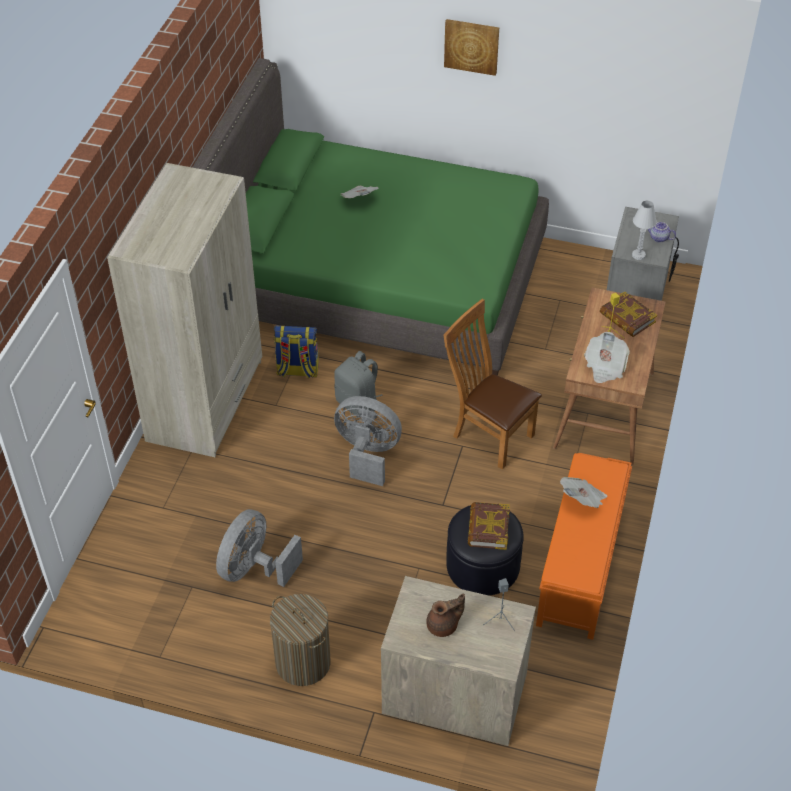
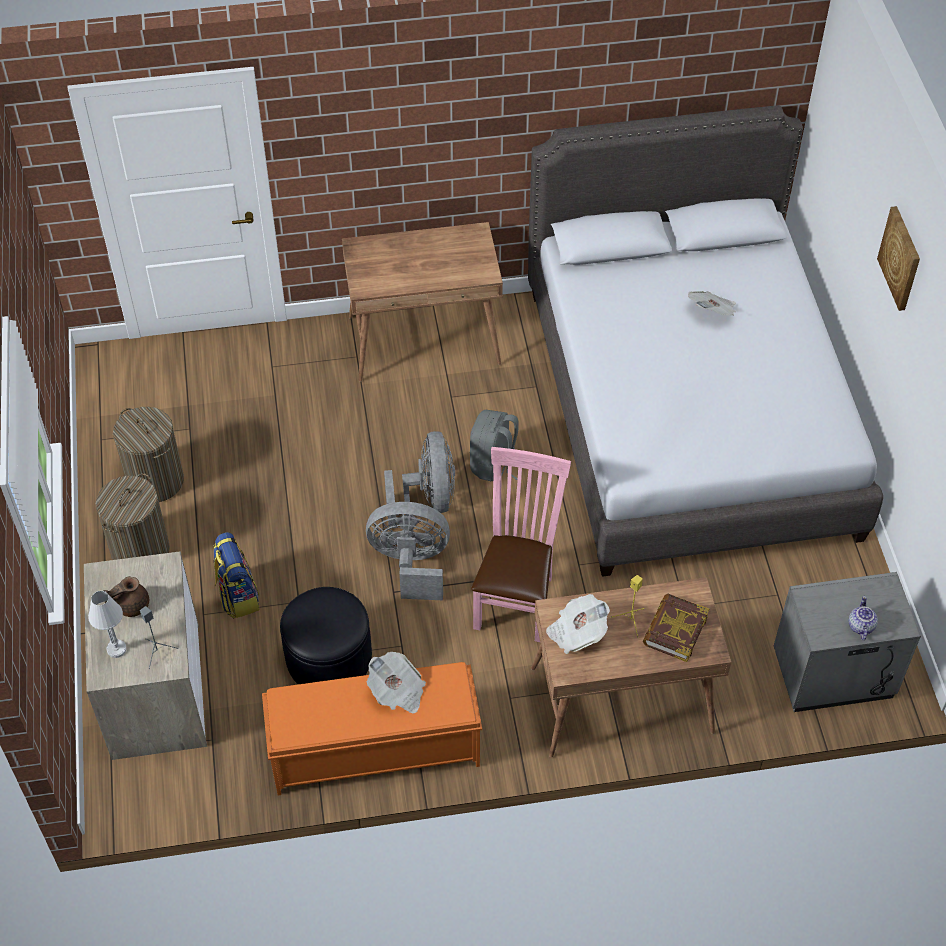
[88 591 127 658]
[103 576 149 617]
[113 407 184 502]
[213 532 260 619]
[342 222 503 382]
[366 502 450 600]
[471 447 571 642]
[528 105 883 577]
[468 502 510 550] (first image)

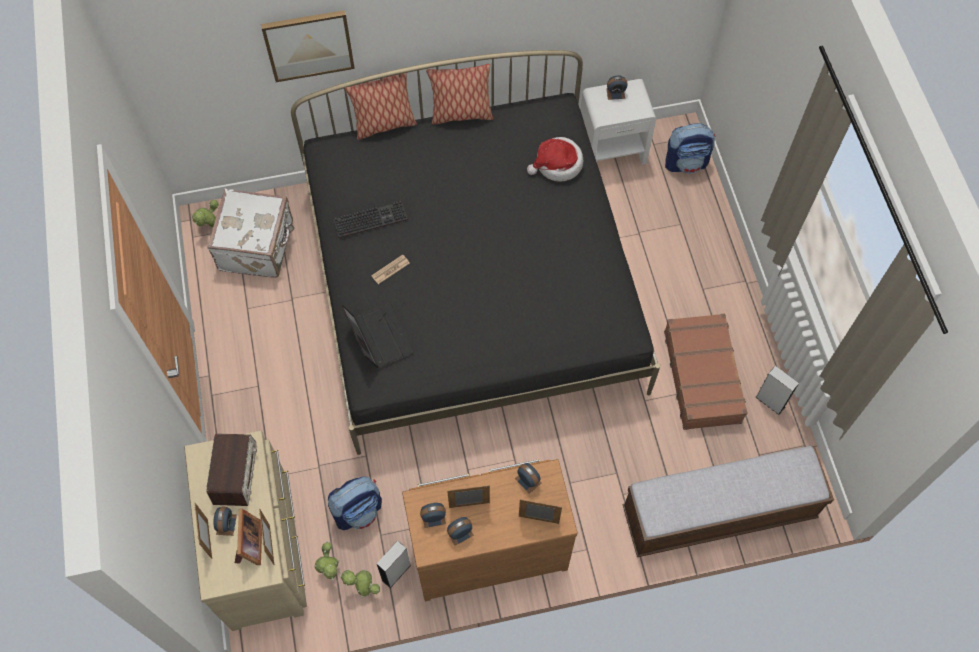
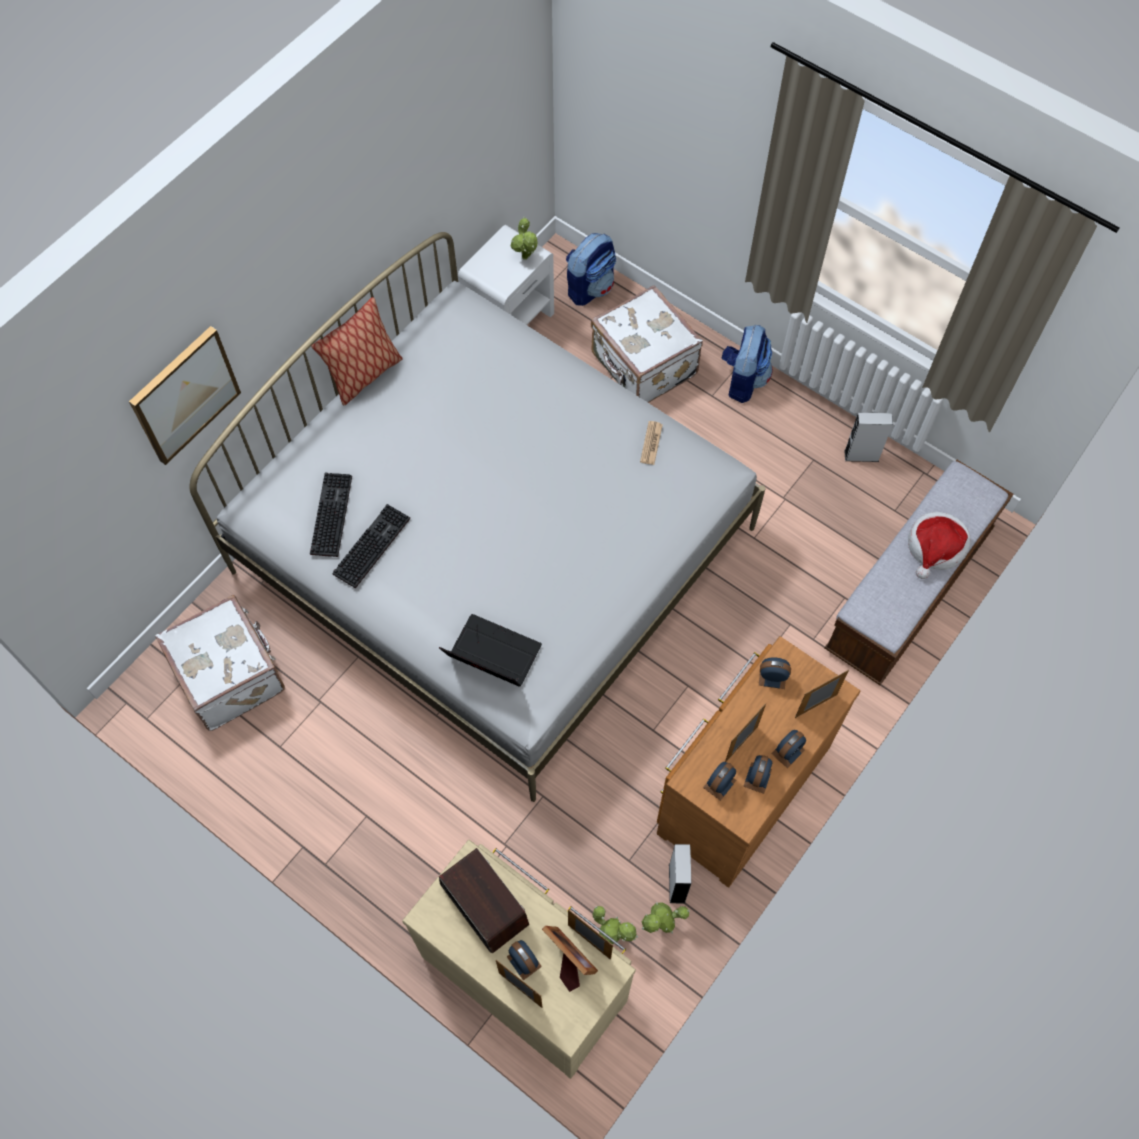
[189 232 765 802]
[310 472 352 557]
[510 217 538 260]
[591 285 703 403]
[640 421 663 465]
[722 325 773 403]
[771 730 806 768]
[908 512 971 579]
[345 73 417 140] (first image)
[664 314 748 430] (first image)

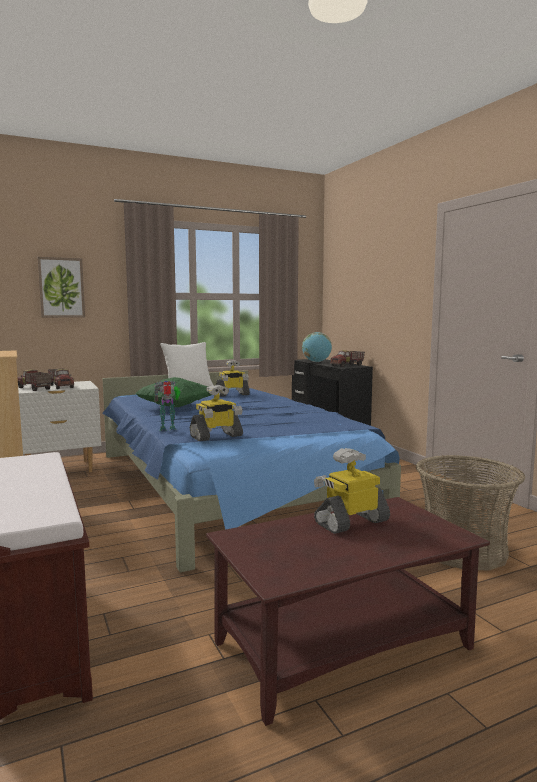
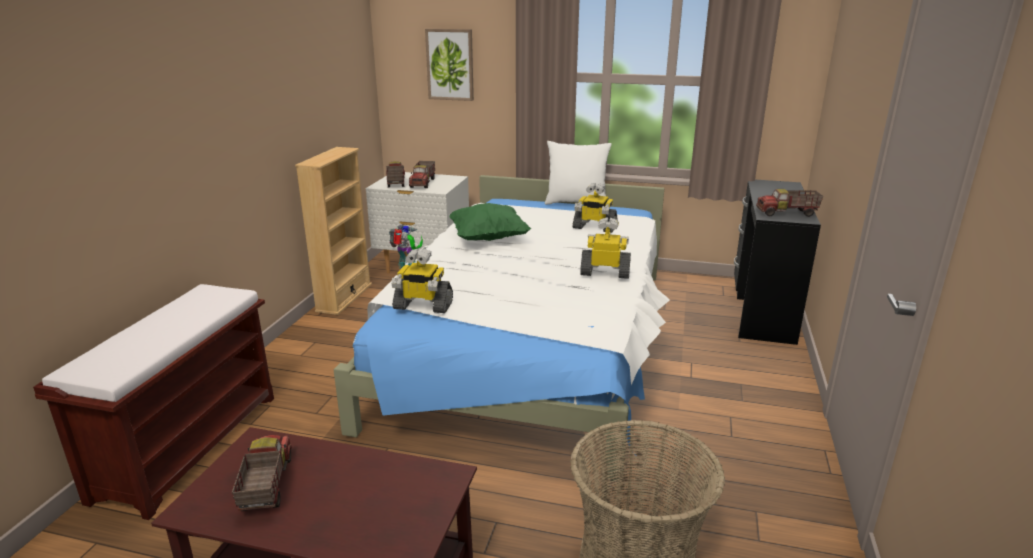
[232 435 292 511]
[334 175 670 481]
[580 217 631 279]
[302 332 332 362] (first image)

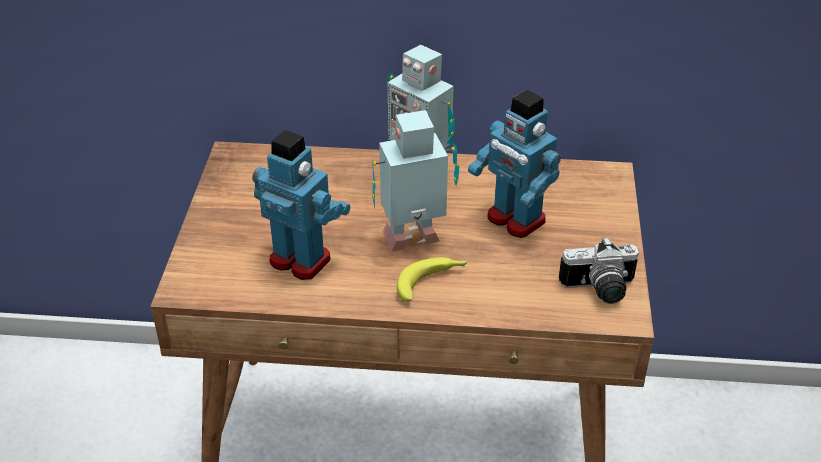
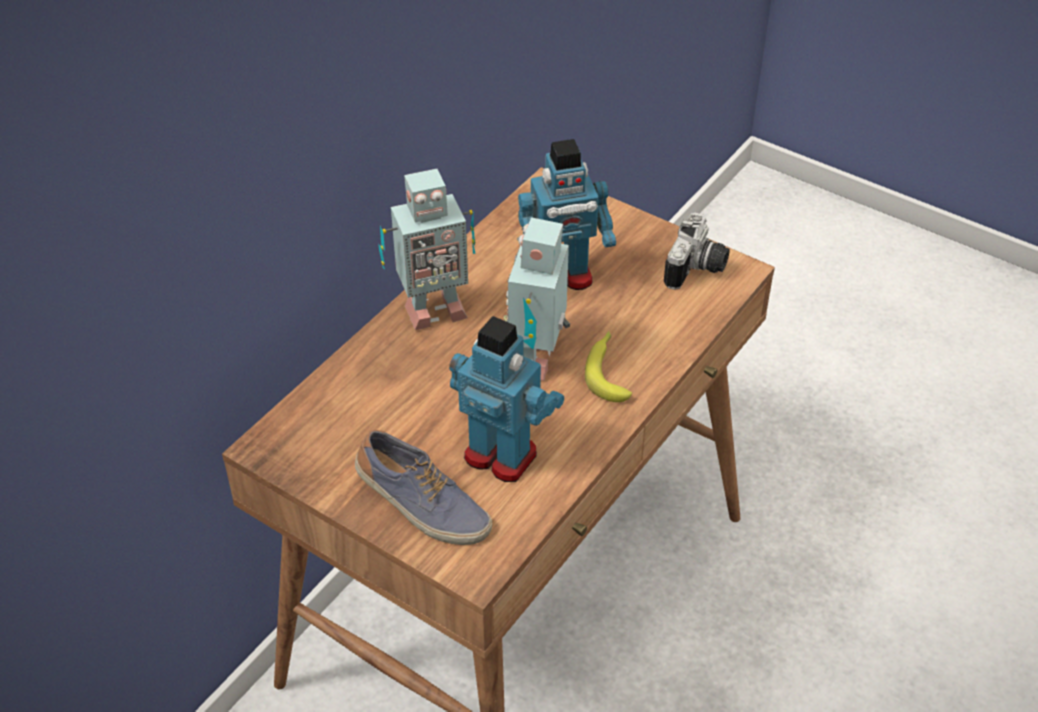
[355 430 492 545]
[449 316 564 482]

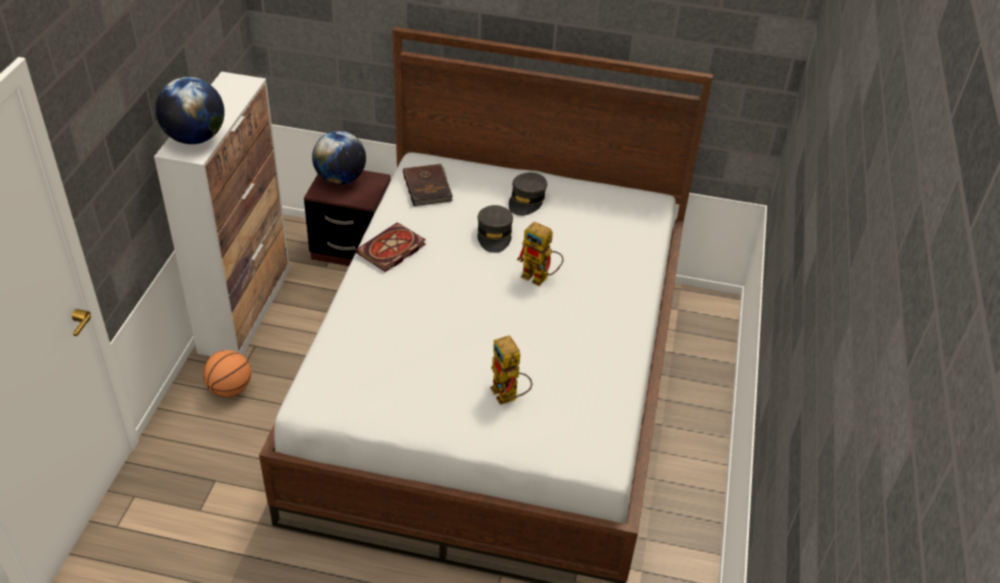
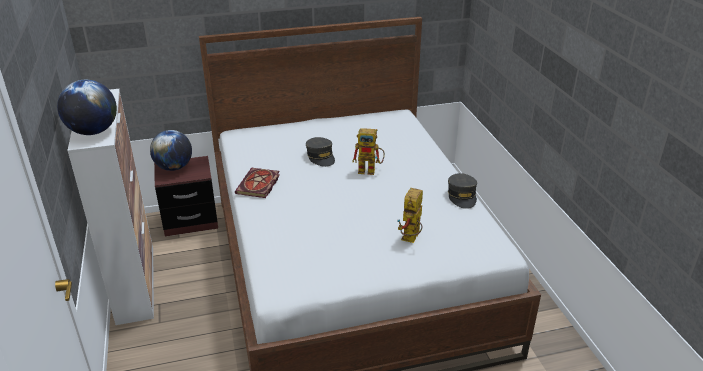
[397 188 423 243]
[448 173 477 209]
[203 350 251 397] (first image)
[403 164 453 206] (first image)

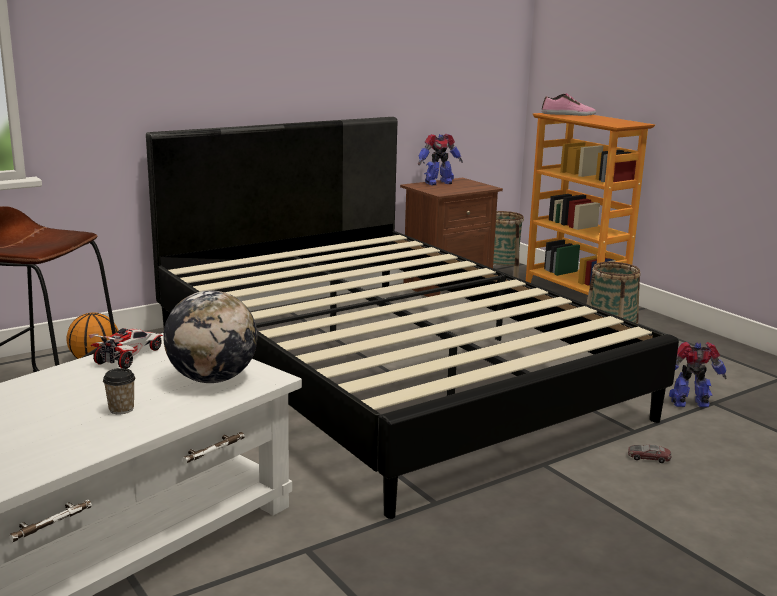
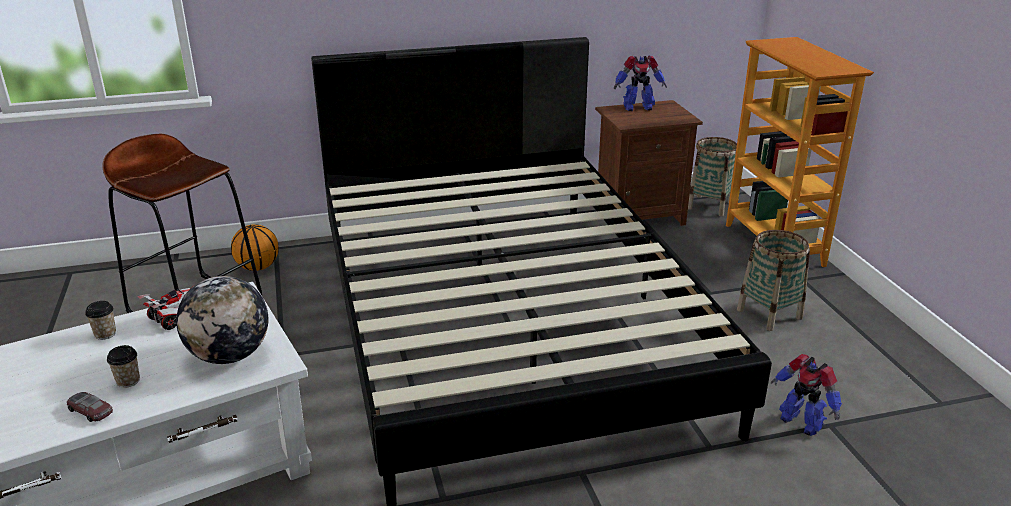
[67 392 113 422]
[85 301 116 340]
[770 354 842 436]
[542 94 596 116] (first image)

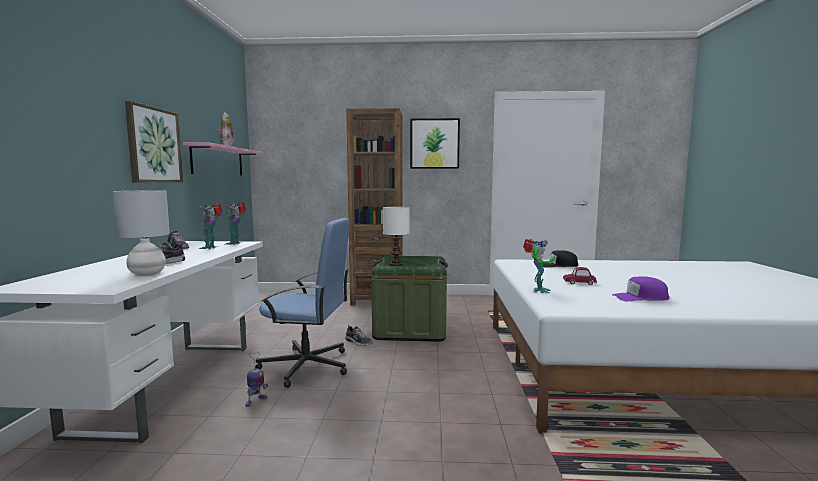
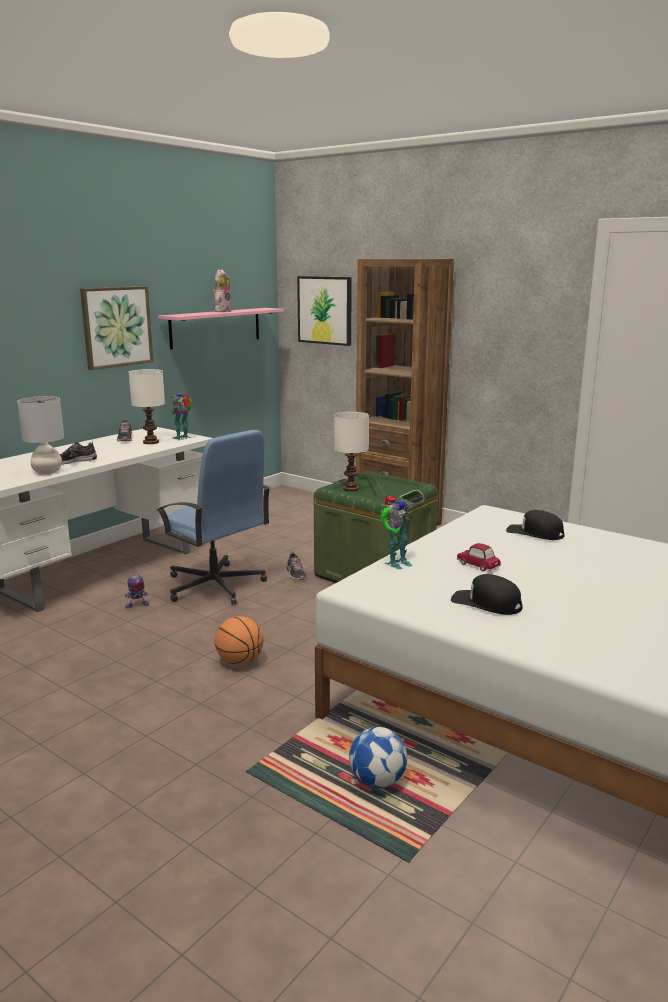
[129 369 165 444]
[215 616 264 665]
[297 276 352 346]
[349 727 407 788]
[451 574 523 615]

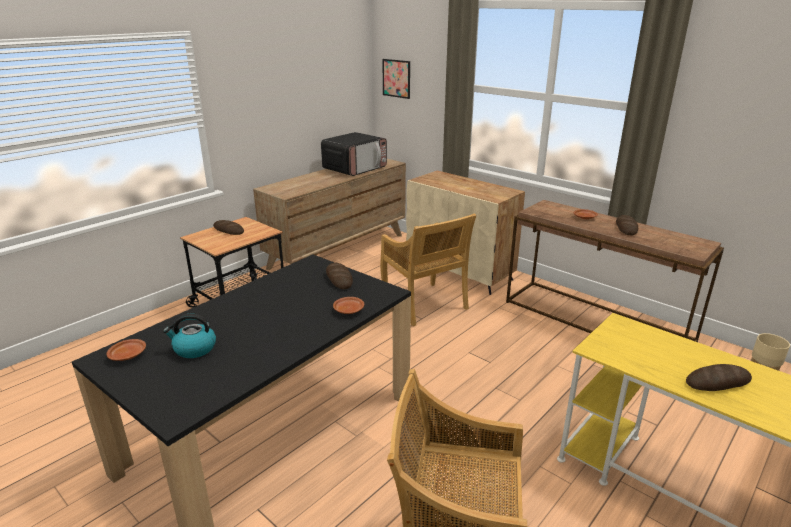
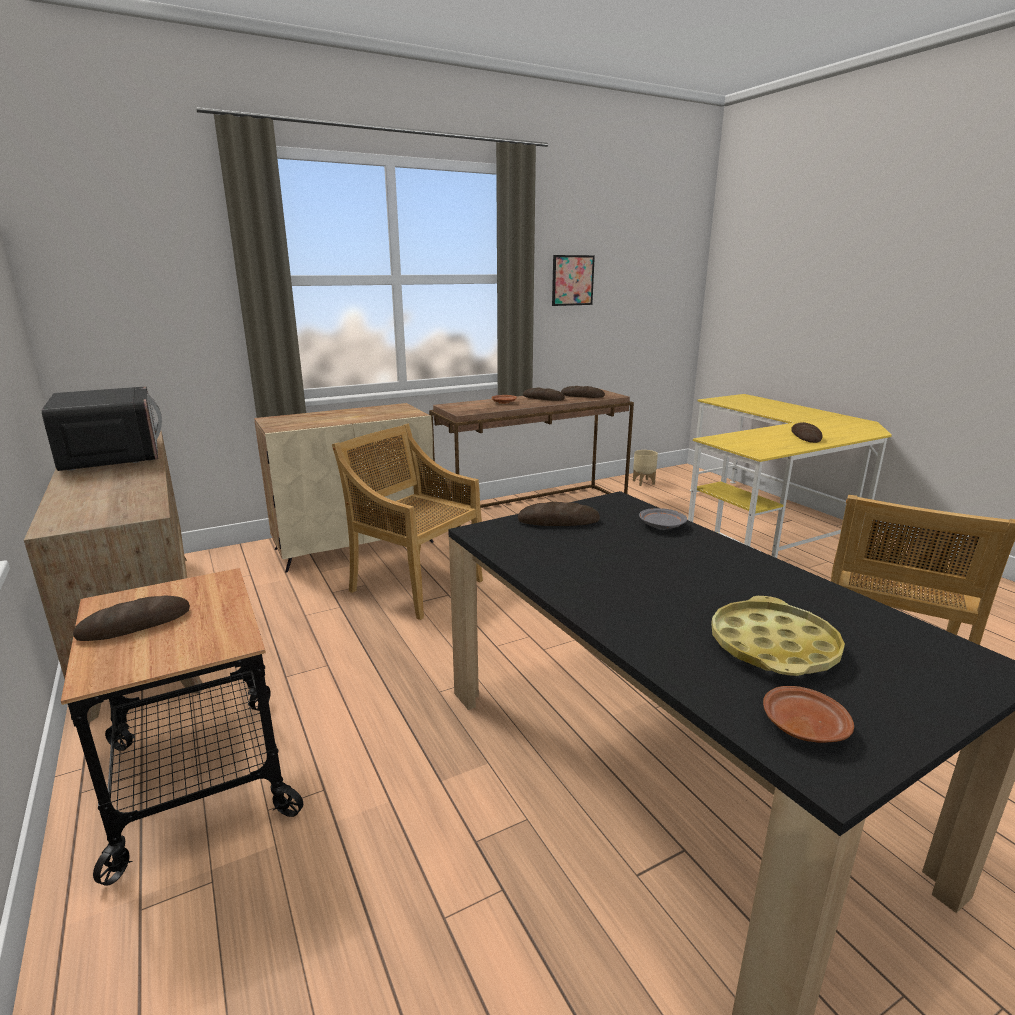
[332 423 483 620]
[552 255 595 306]
[561 386 605 398]
[639 508 687 530]
[711 596 845 676]

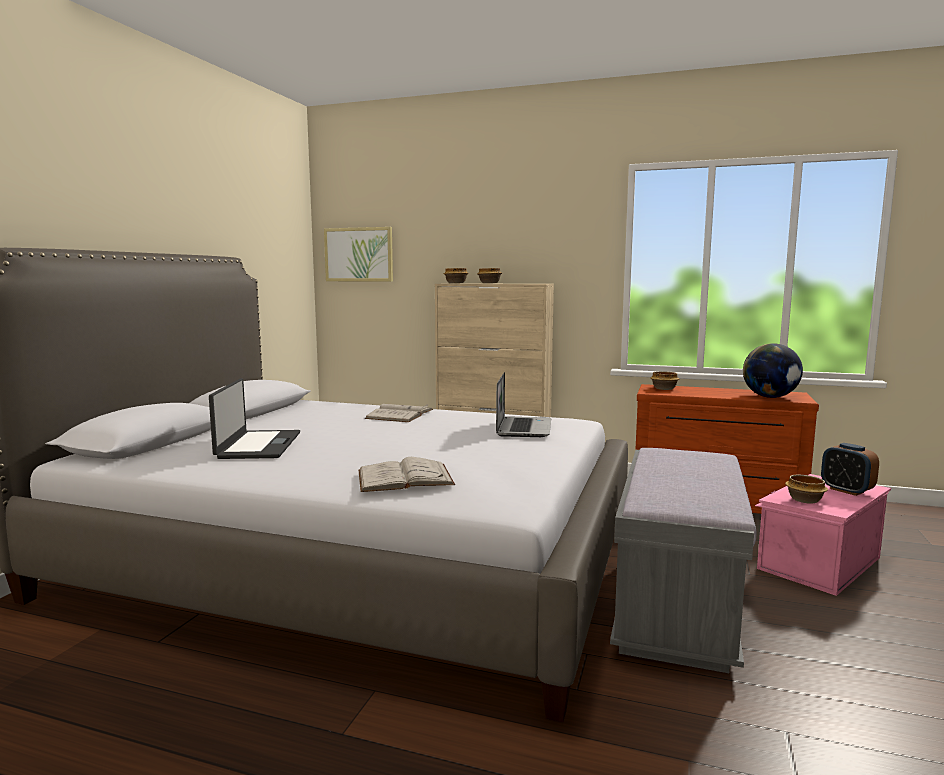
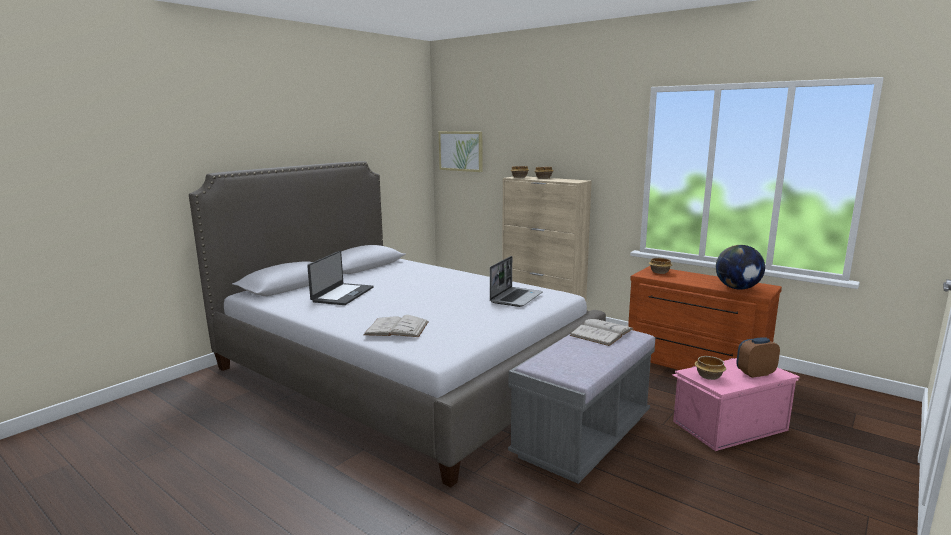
[570 319 633 346]
[736 337 780 378]

